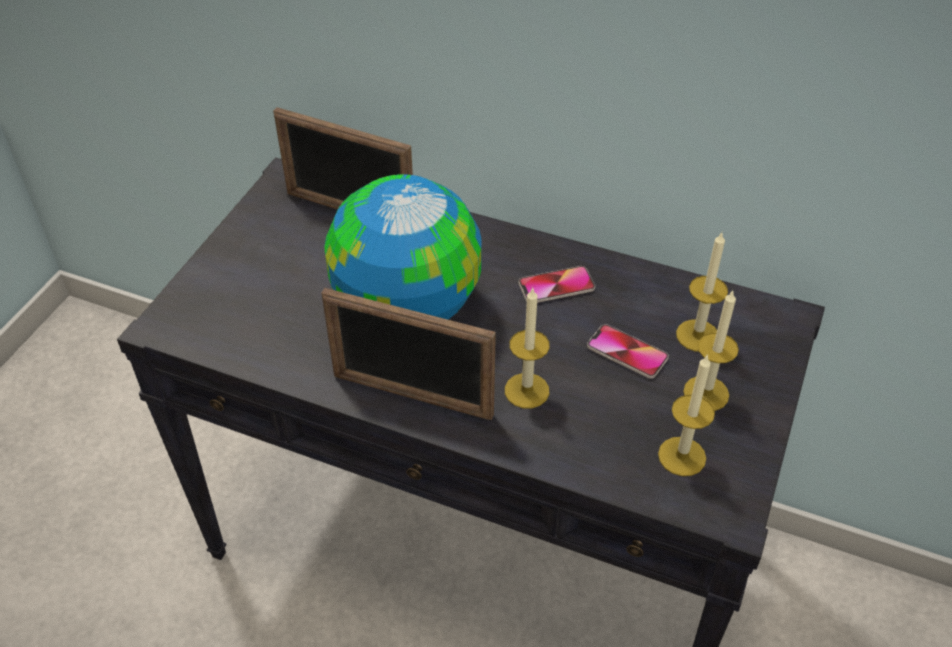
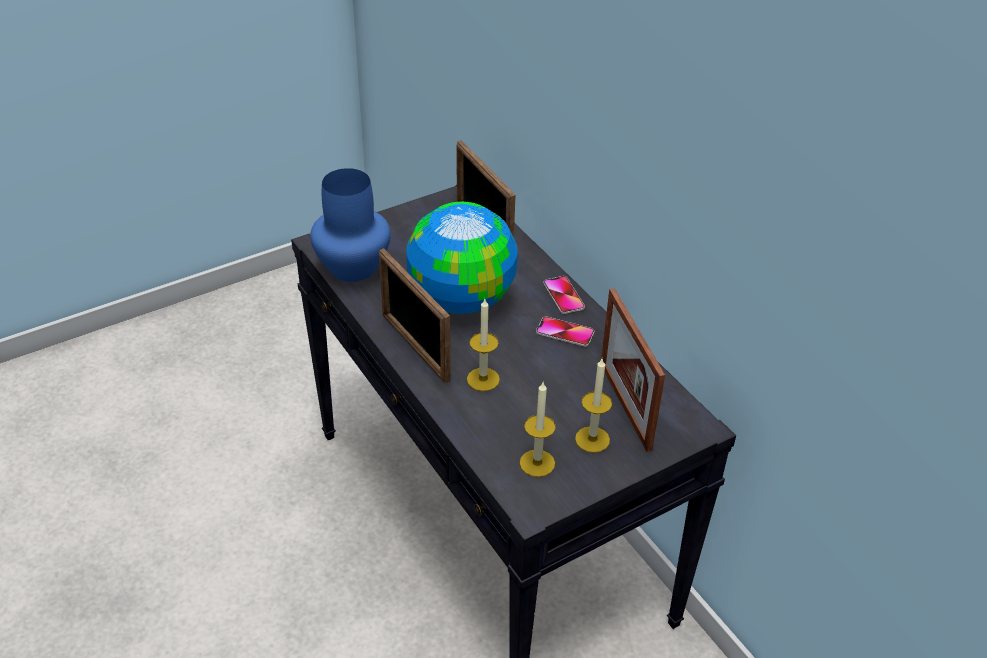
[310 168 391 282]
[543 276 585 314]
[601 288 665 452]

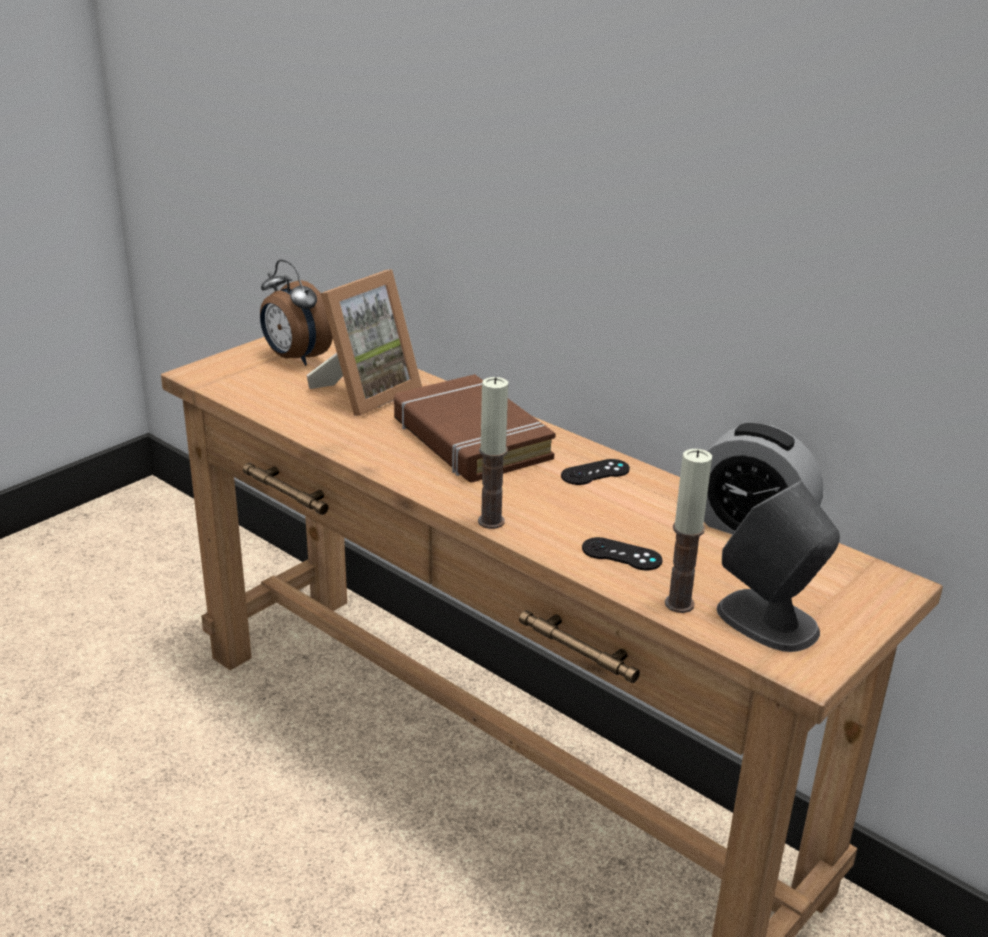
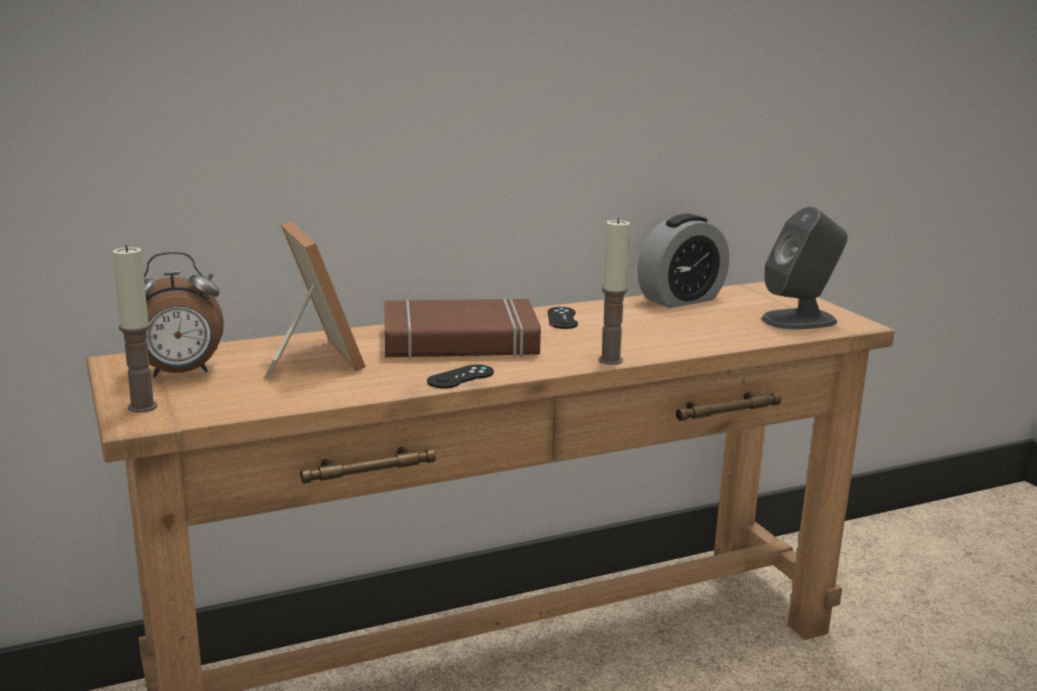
[113 245 157 413]
[427 365 494 388]

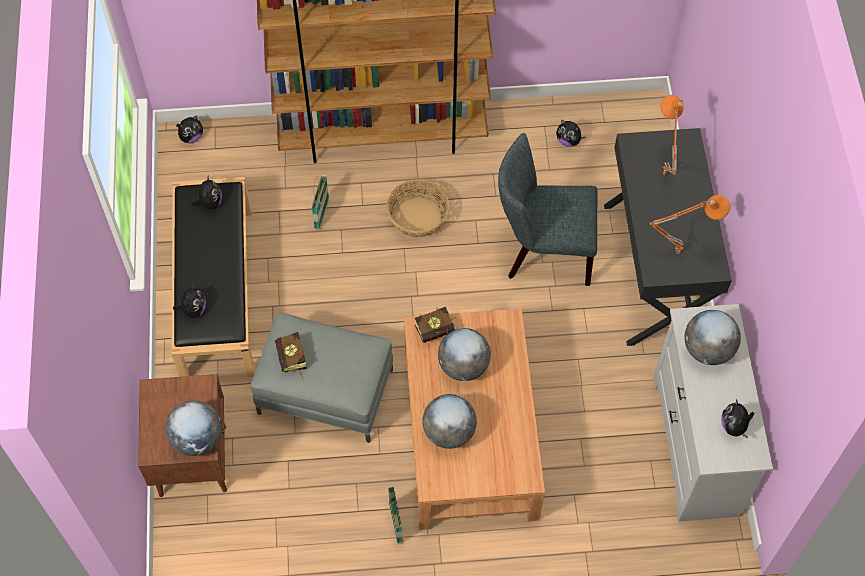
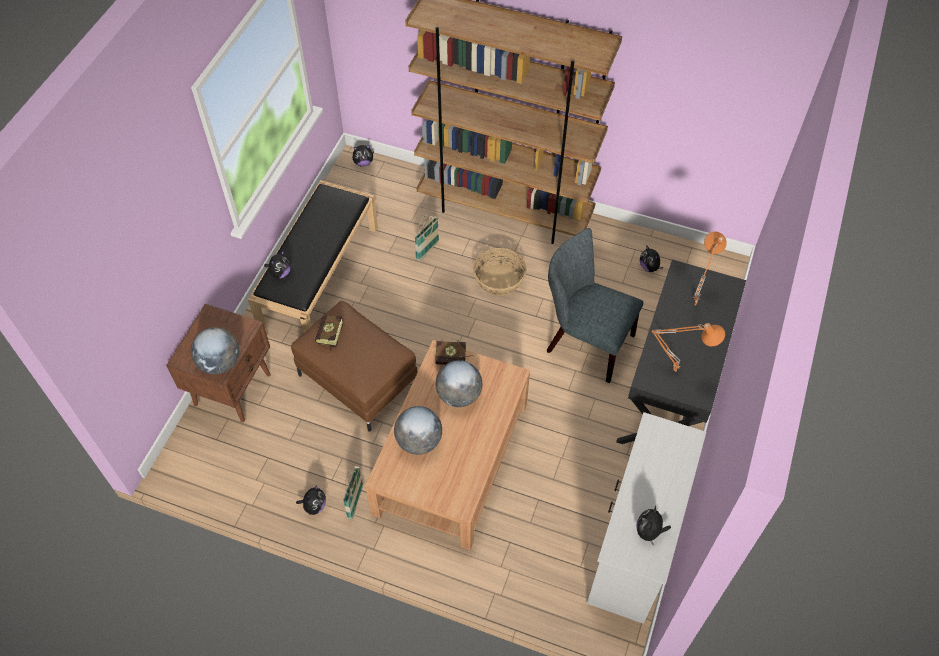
[291 301 418 432]
[296 485 326 515]
[684 310 741 365] (first image)

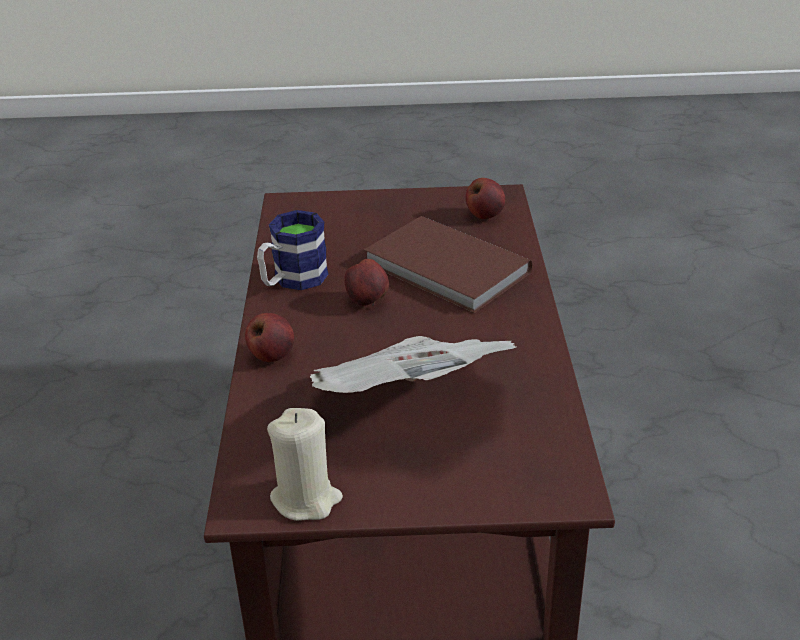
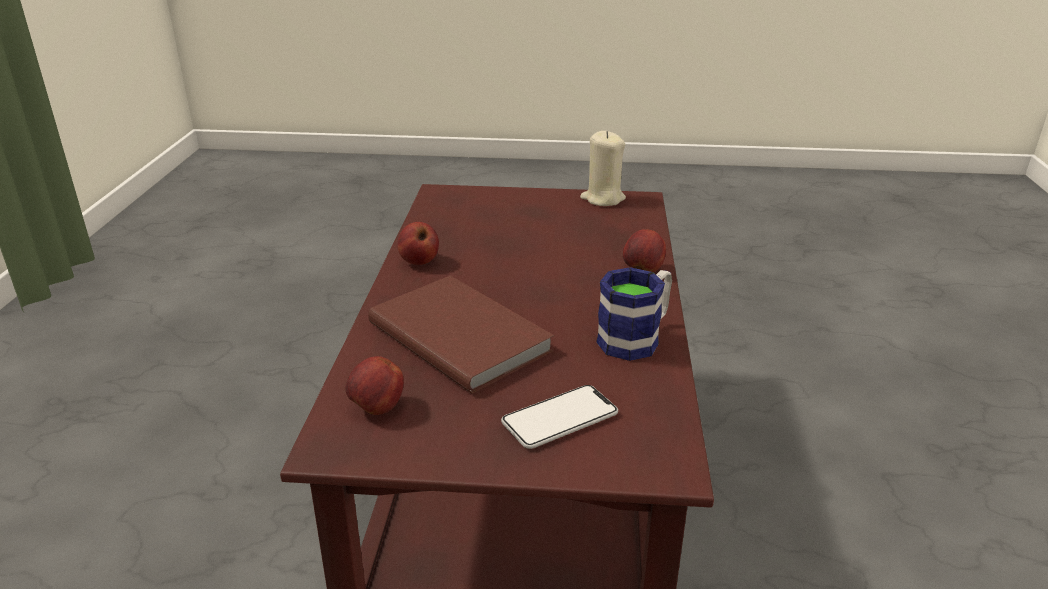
[397 222 439 265]
[501 385 618 449]
[310 336 516 393] (first image)

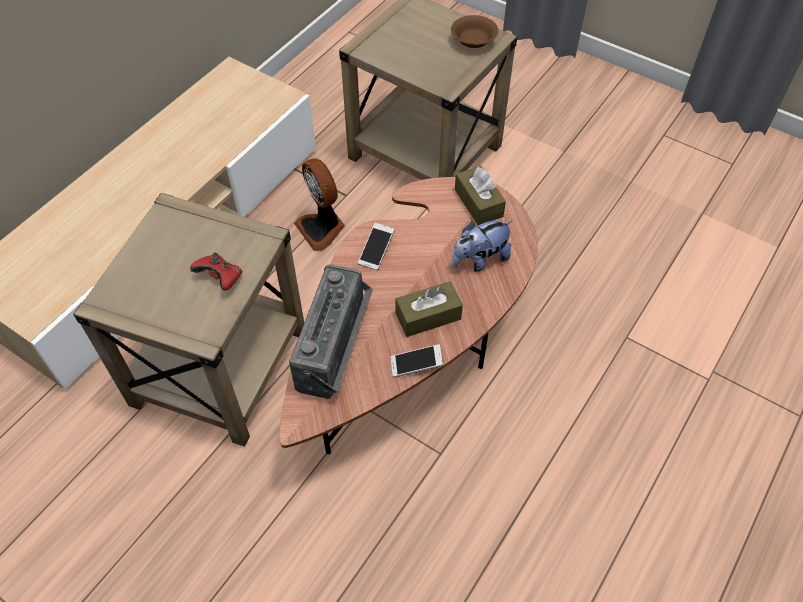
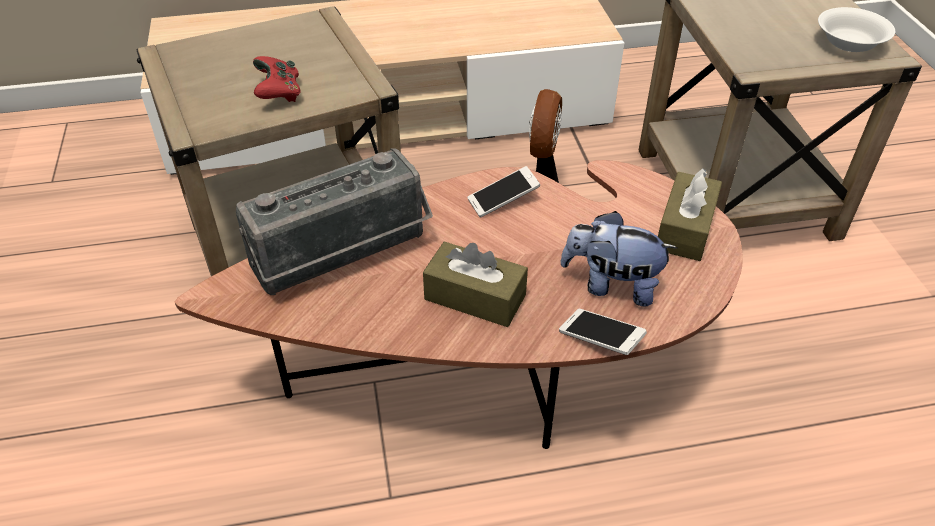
[559 309 647 355]
[818 7 895 52]

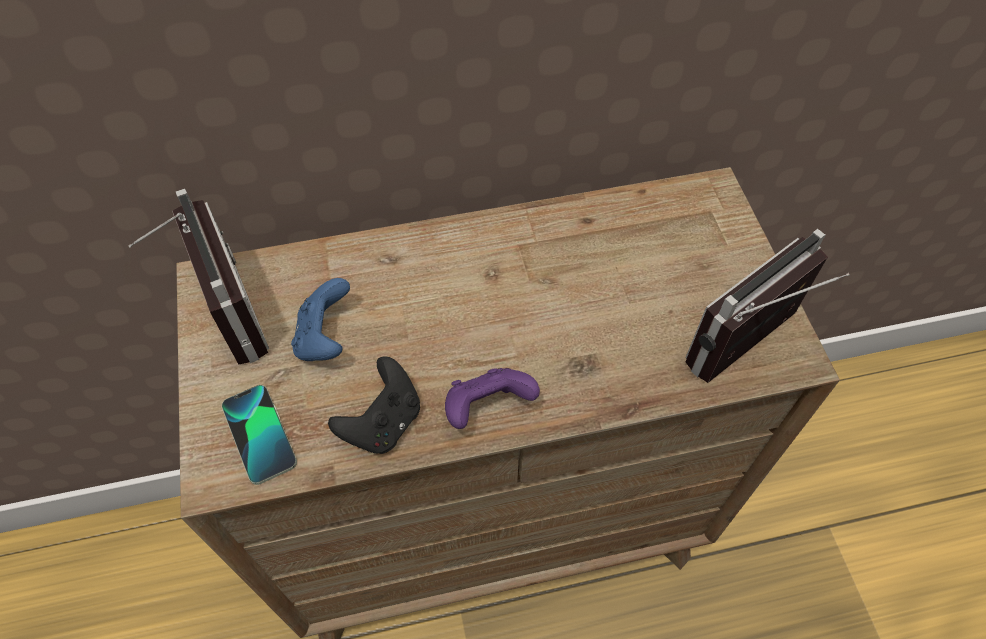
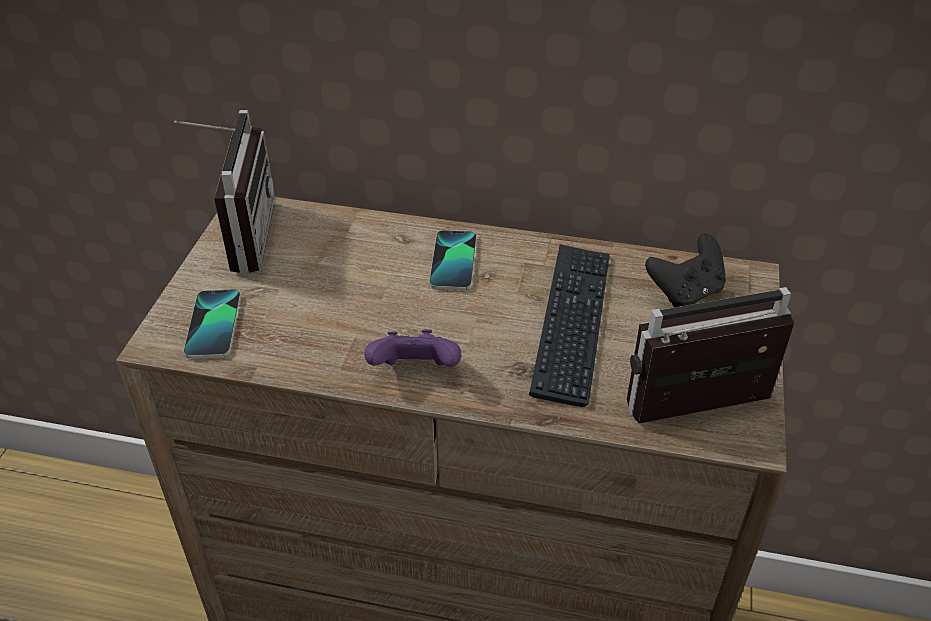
[429 230 477 291]
[529 244 610 407]
[645 234 726 307]
[291 278 350 361] (first image)

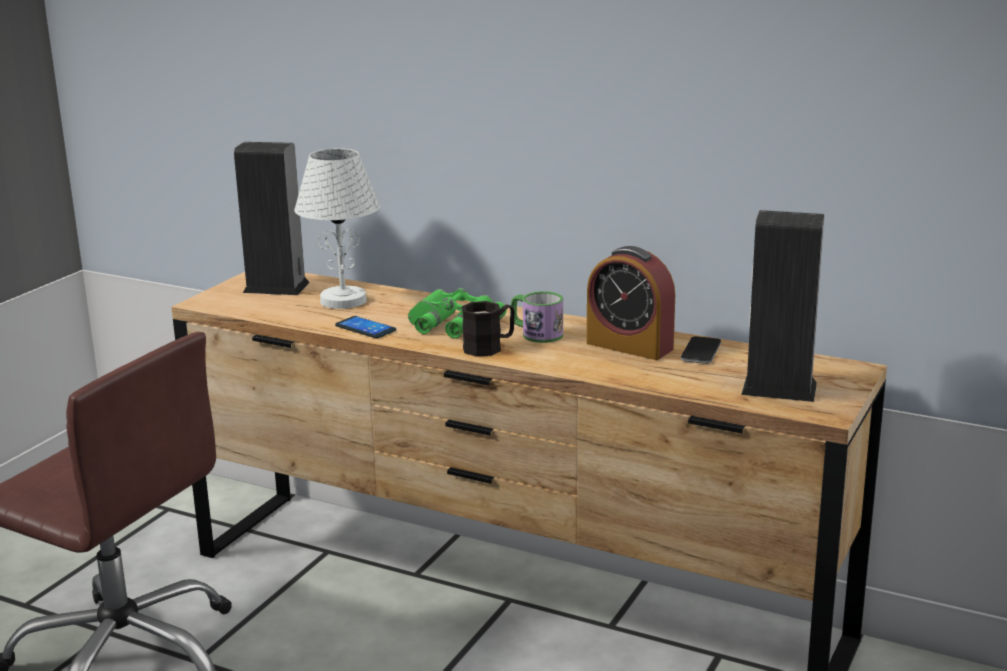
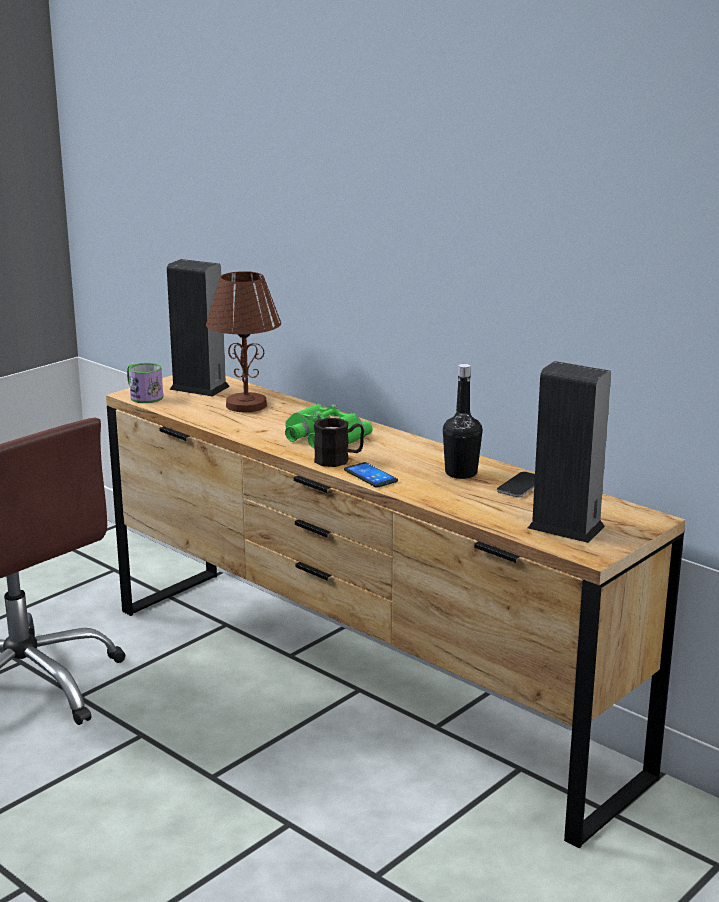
[127 363 163 403]
[206 271 281 412]
[344 462 398 488]
[443 364 482 479]

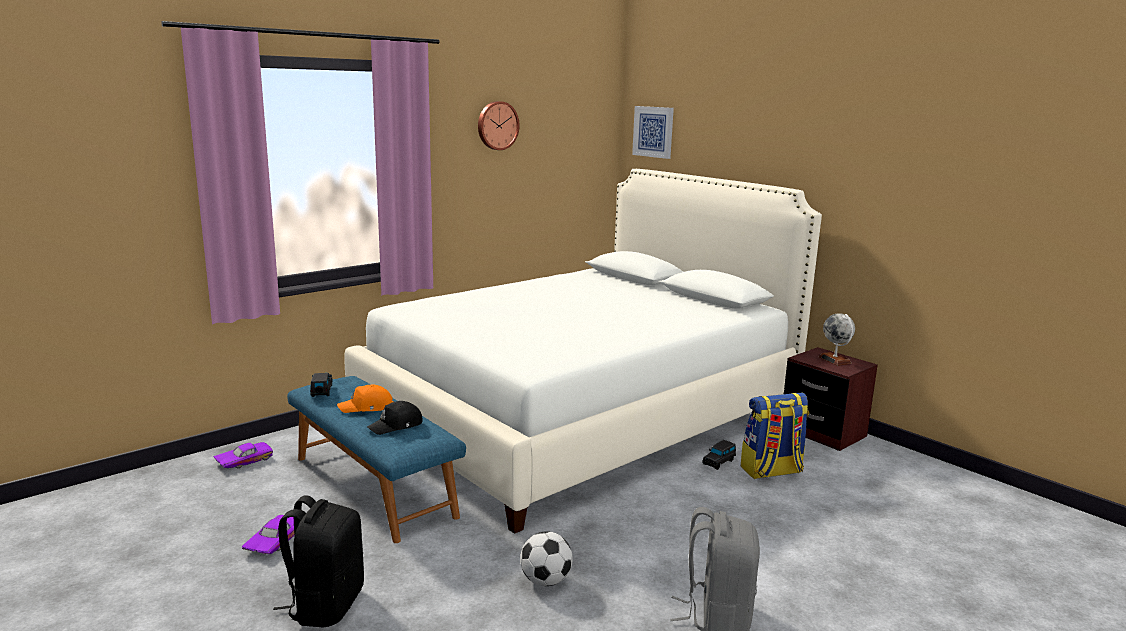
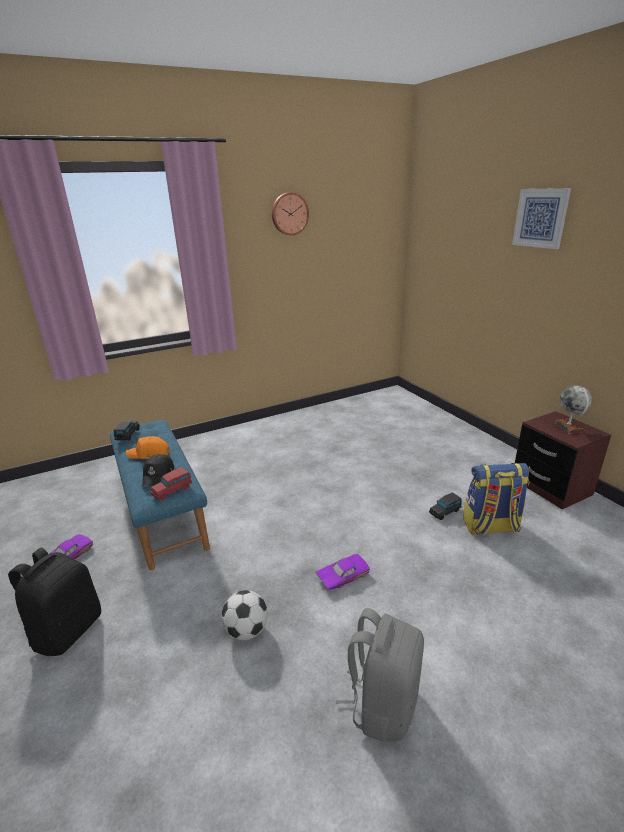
[142 454 174 486]
[150 467 192 500]
[315 554 370 590]
[512 188 571 249]
[344 169 822 534] (first image)

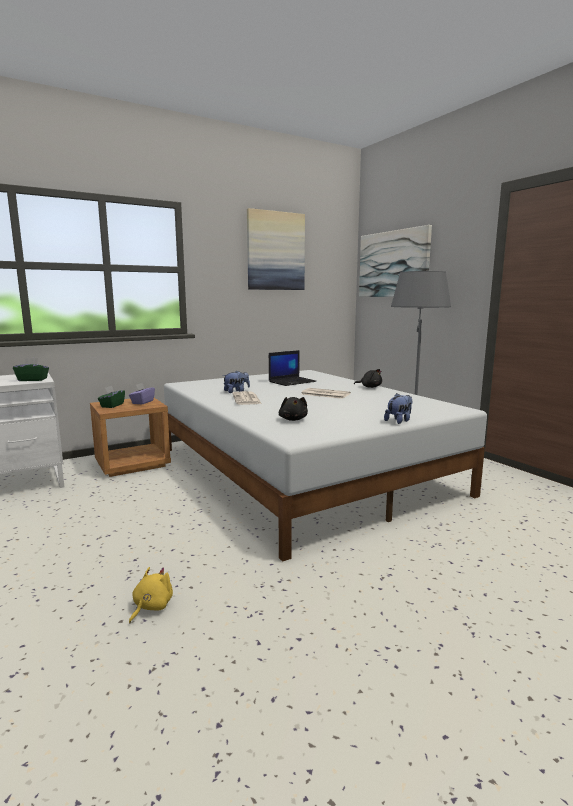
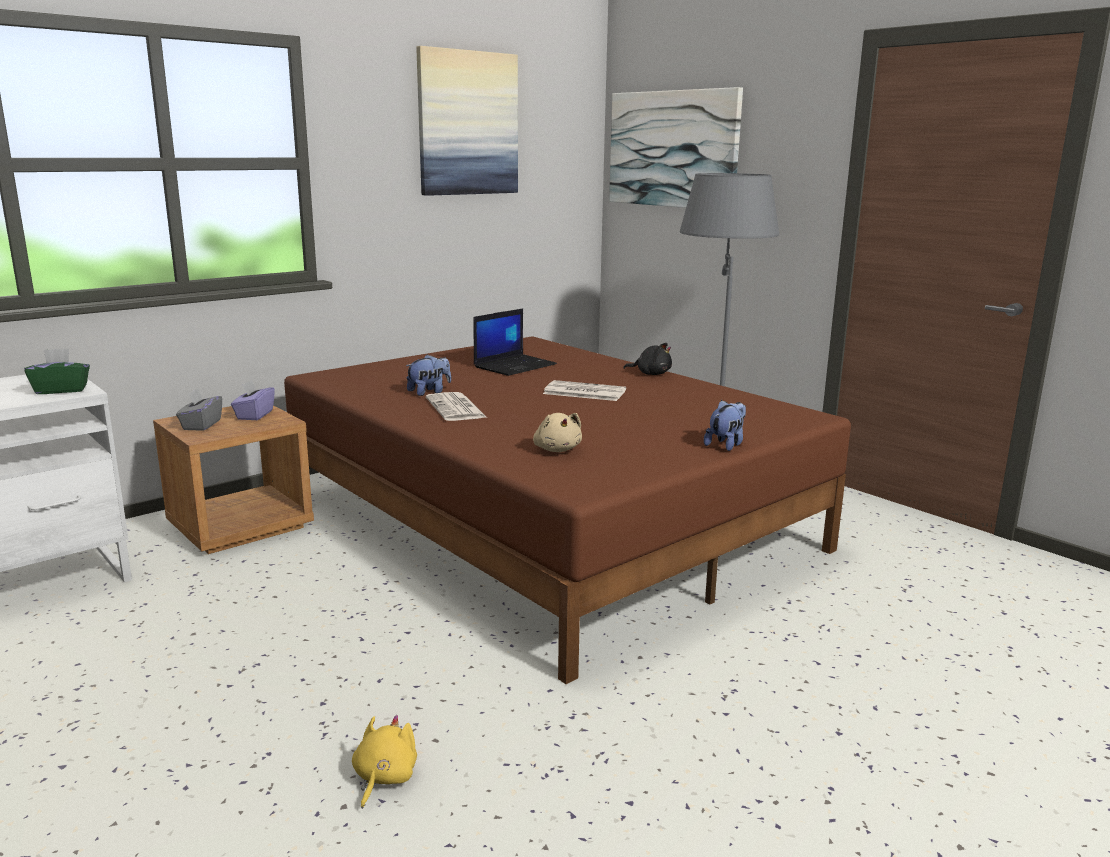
[176 388 222 431]
[284 336 851 684]
[533 413 582 452]

